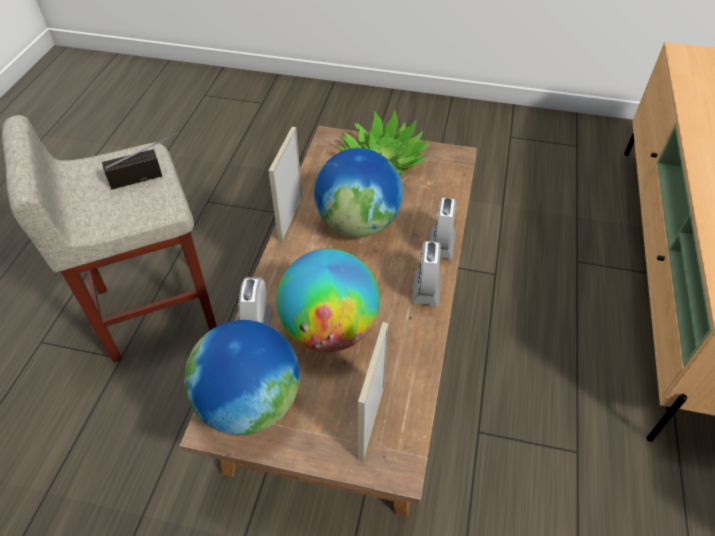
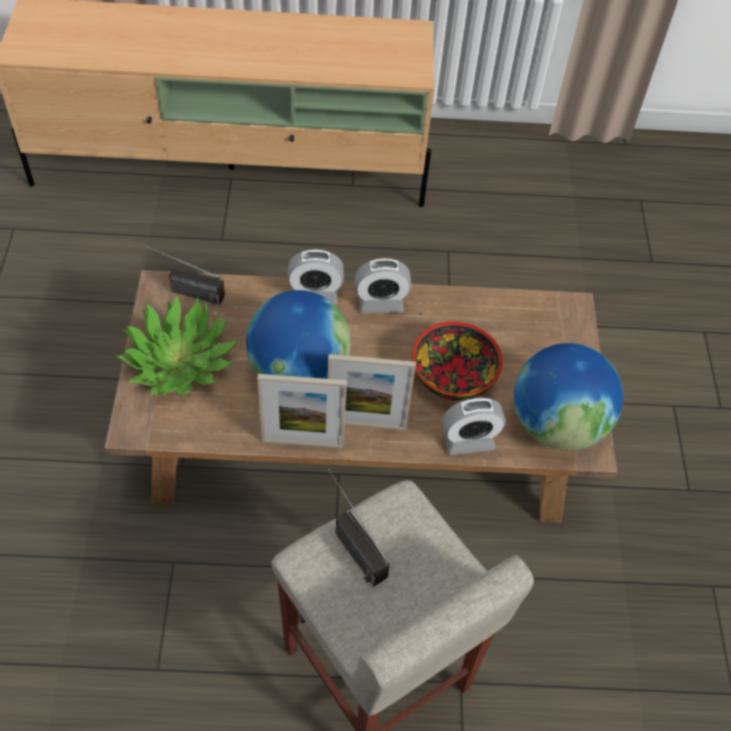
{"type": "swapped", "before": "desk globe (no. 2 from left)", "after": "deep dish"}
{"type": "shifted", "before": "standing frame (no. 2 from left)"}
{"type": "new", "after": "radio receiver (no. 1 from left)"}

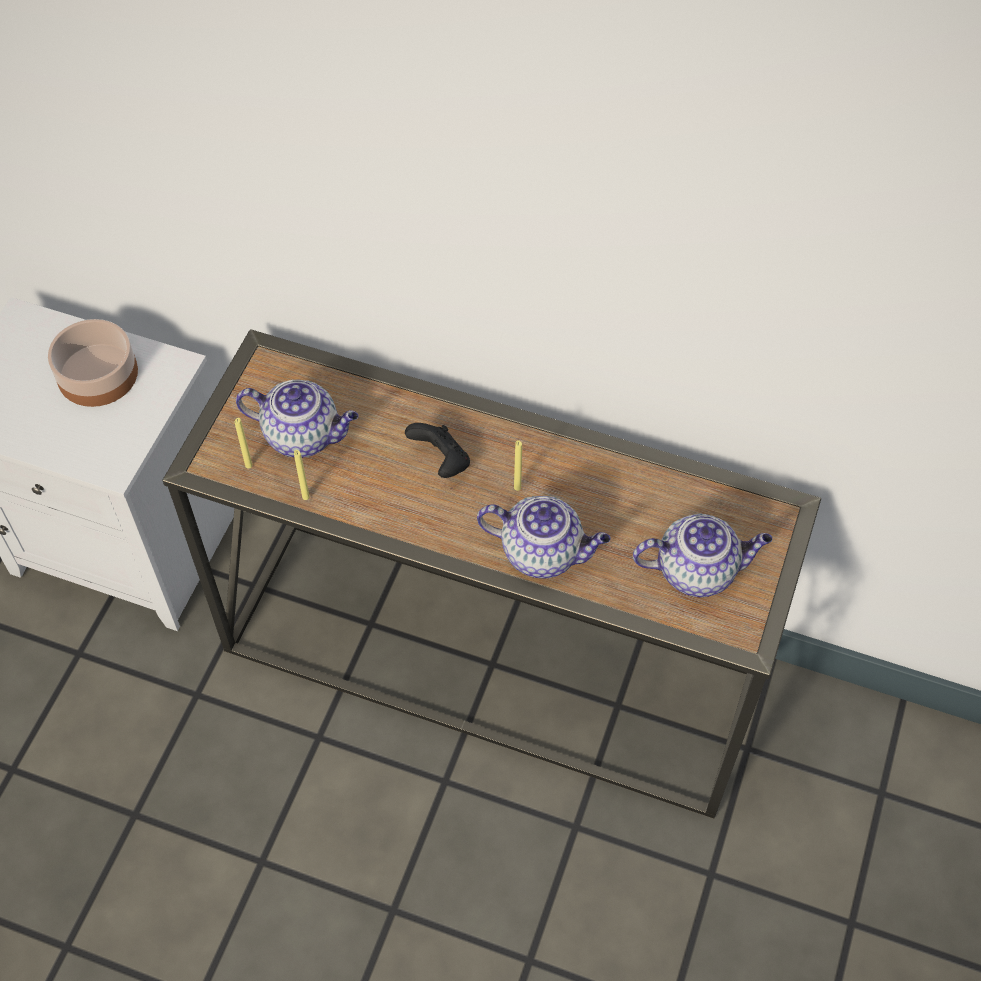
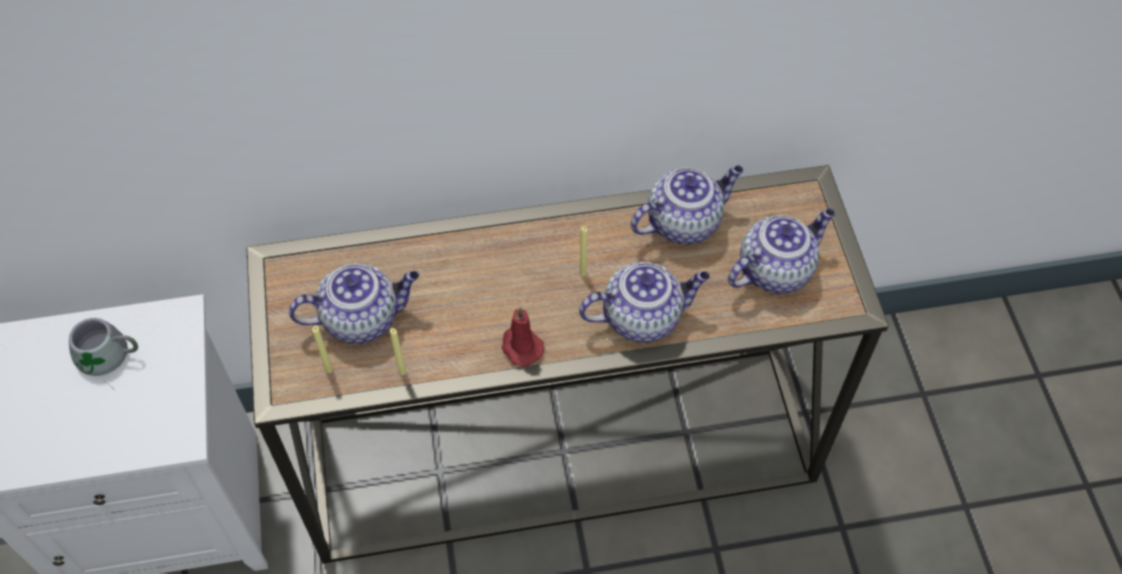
{"type": "swapped", "before": "deep dish", "after": "greyish coffee mug"}
{"type": "gone", "before": "black-coloured game controller"}
{"type": "new", "after": "teapot (no. 3 from left)"}
{"type": "new", "after": "reddish wax light"}

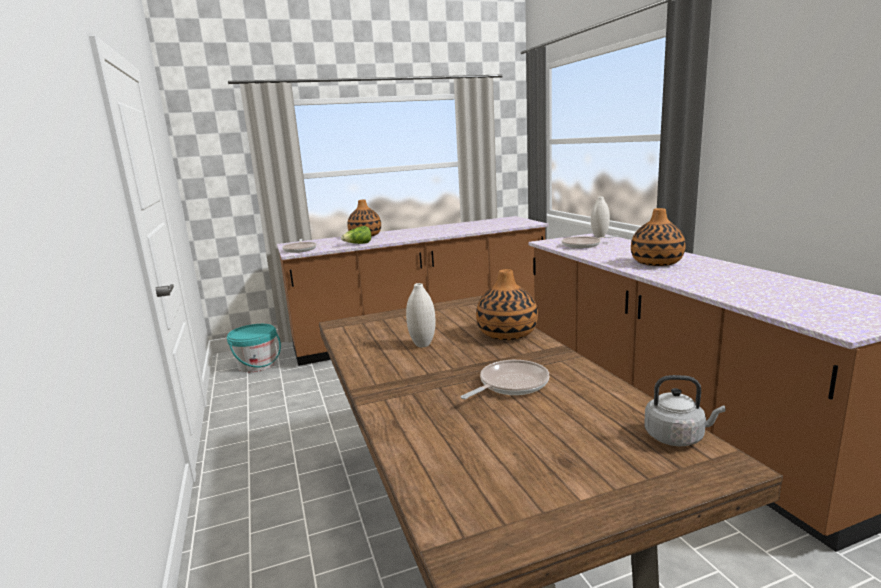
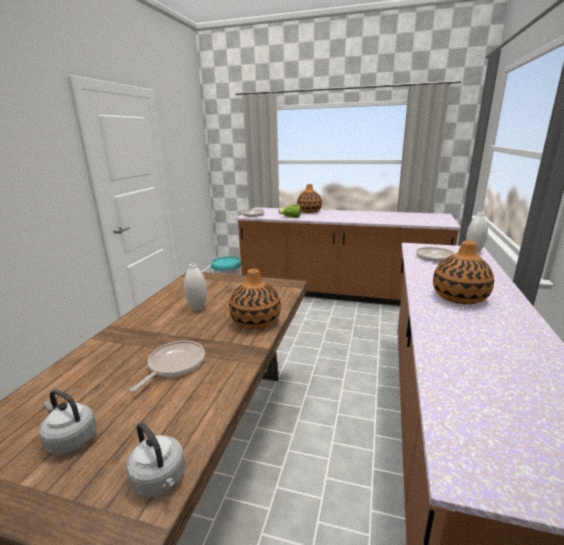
{"type": "rotated", "before": "pan (no. 2 from left in the first image)", "turn": -60}
{"type": "new", "after": "greyish tea kettle (no. 1 from left)"}

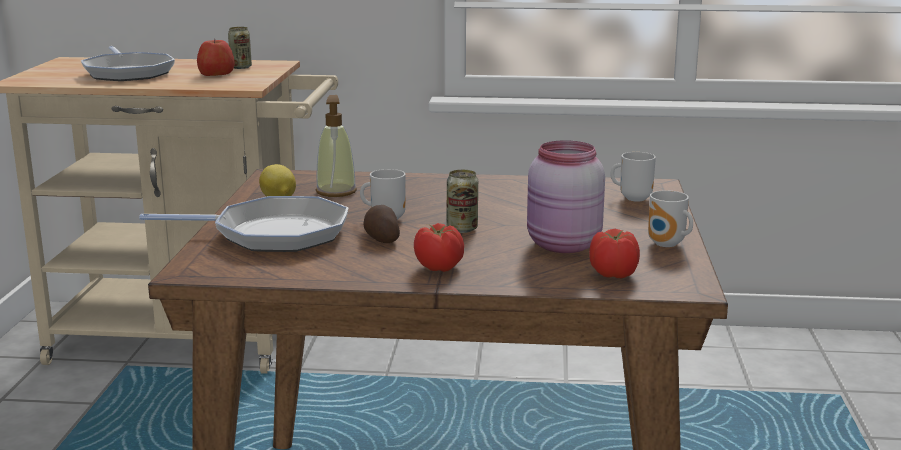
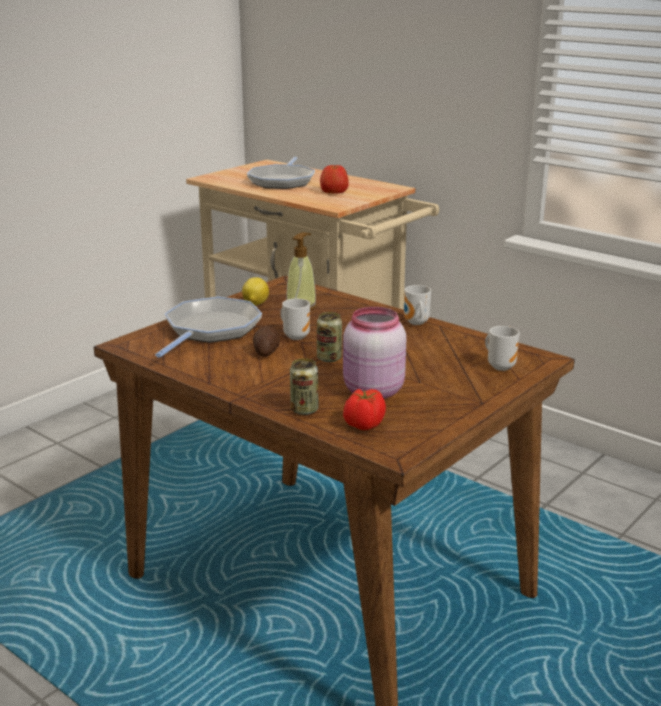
{"type": "shifted", "before": "sealed can (no. 1 from left)"}
{"type": "shifted", "before": "coffee mug (no. 3 from left in the first image)", "after": "coffee mug (no. 2 from left)"}
{"type": "rotated", "before": "pan (no. 2 from left in the first image)", "turn": -105}
{"type": "gone", "before": "fresh tomato (no. 1 from left)"}

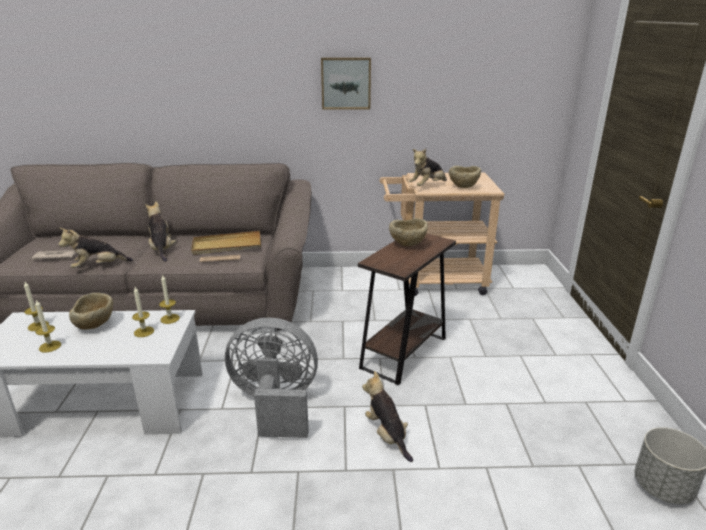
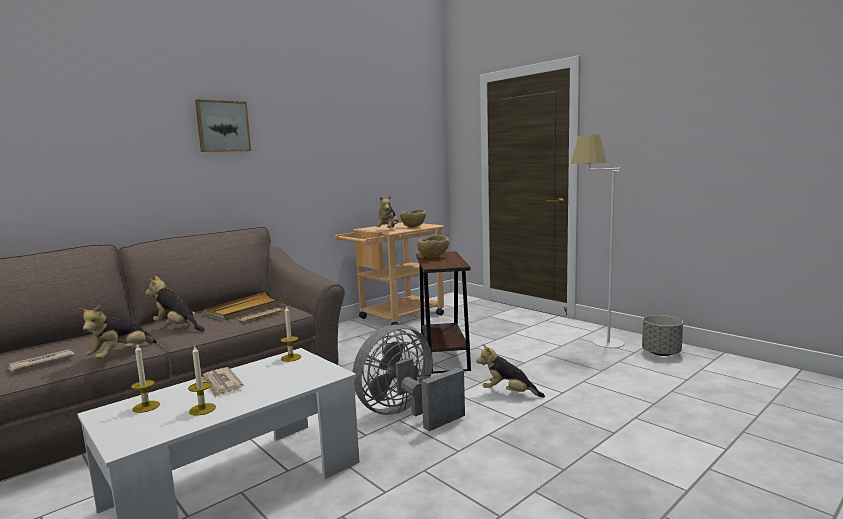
{"type": "shifted", "before": "wall picture"}
{"type": "gone", "before": "wax light (no. 3 from left)"}
{"type": "swapped", "before": "sand-coloured deep dish (no. 1 from left)", "after": "newspaper (no. 2 from left)"}
{"type": "new", "after": "white-coloured floor lamp"}

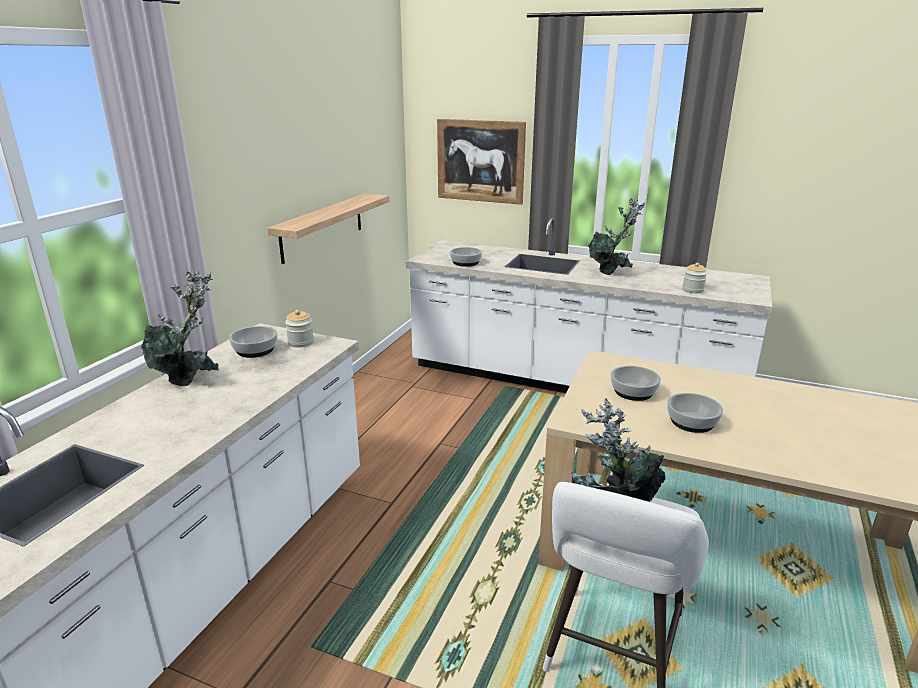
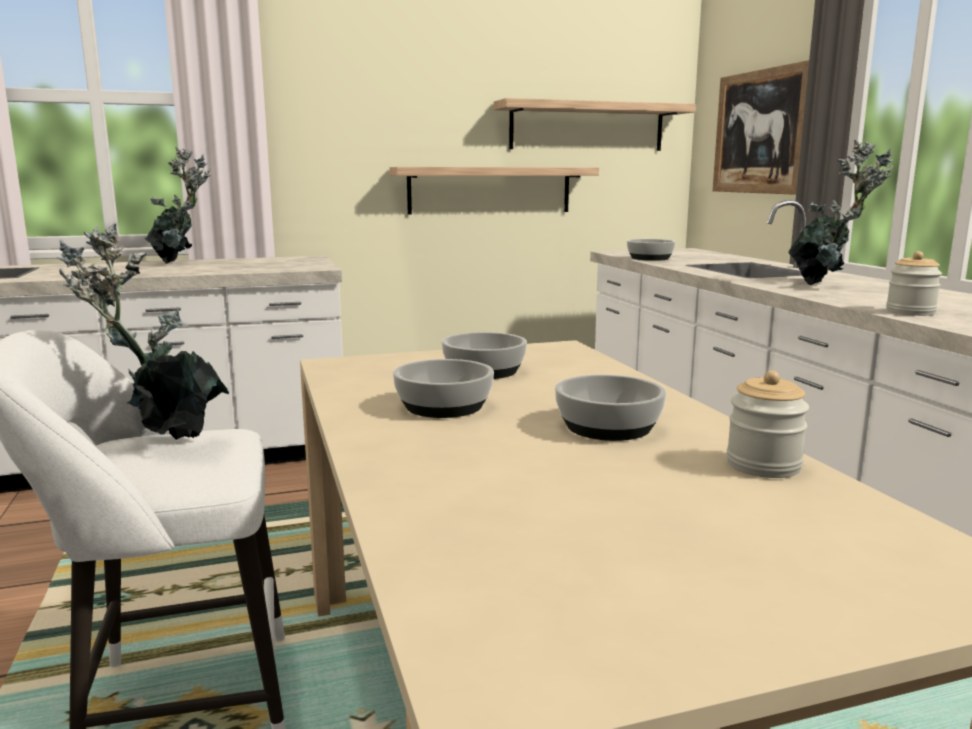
{"type": "shifted", "before": "storage jar (no. 1 from left)"}
{"type": "shifted", "before": "deep dish (no. 1 from left in the first image)", "after": "deep dish (no. 3 from left)"}
{"type": "new", "after": "wall shelf (no. 2 from left)"}

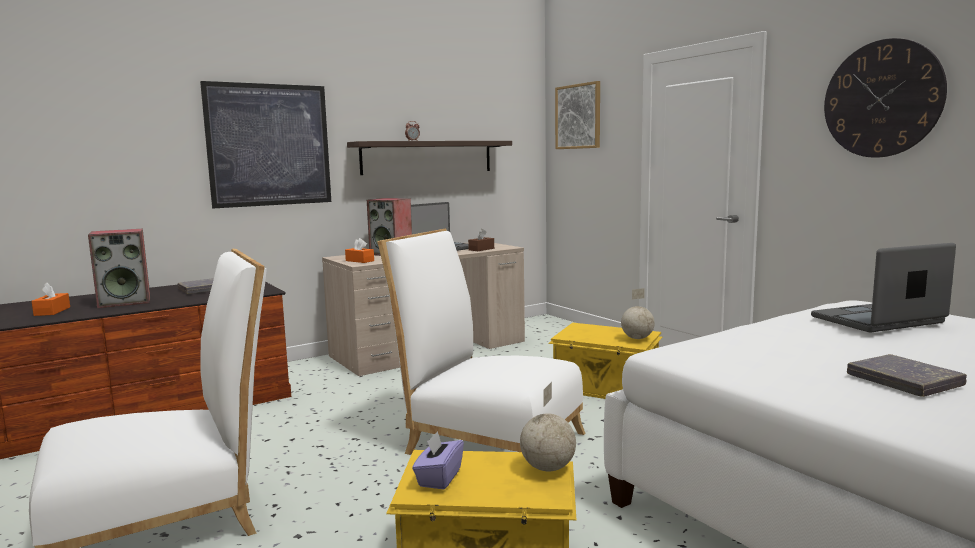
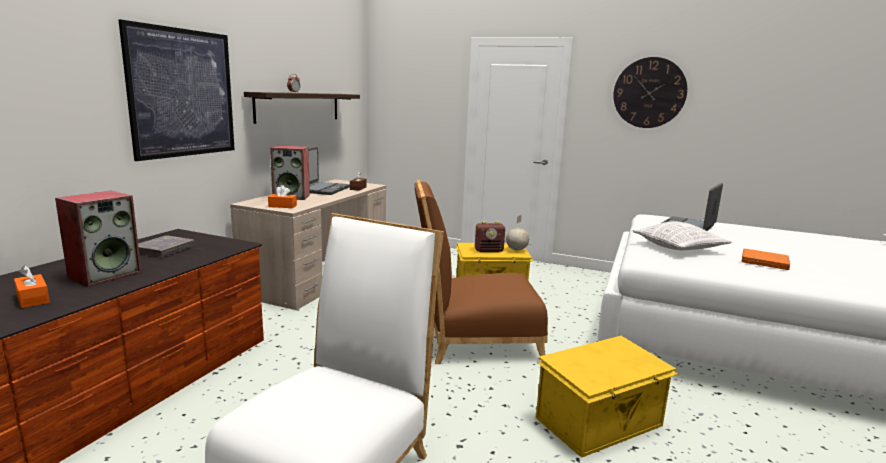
{"type": "gone", "before": "wall picture (no. 2 from left)"}
{"type": "repainted", "before": "white-coloured upright chair (no. 2 from left)", "after": "brown upright chair"}
{"type": "repainted", "before": "greyish book (no. 2 from left)", "after": "orange book"}
{"type": "gone", "before": "desk globe (no. 1 from left)"}
{"type": "gone", "before": "purple-coloured tissue box"}
{"type": "new", "after": "radio receiver"}
{"type": "new", "after": "throw pillow"}

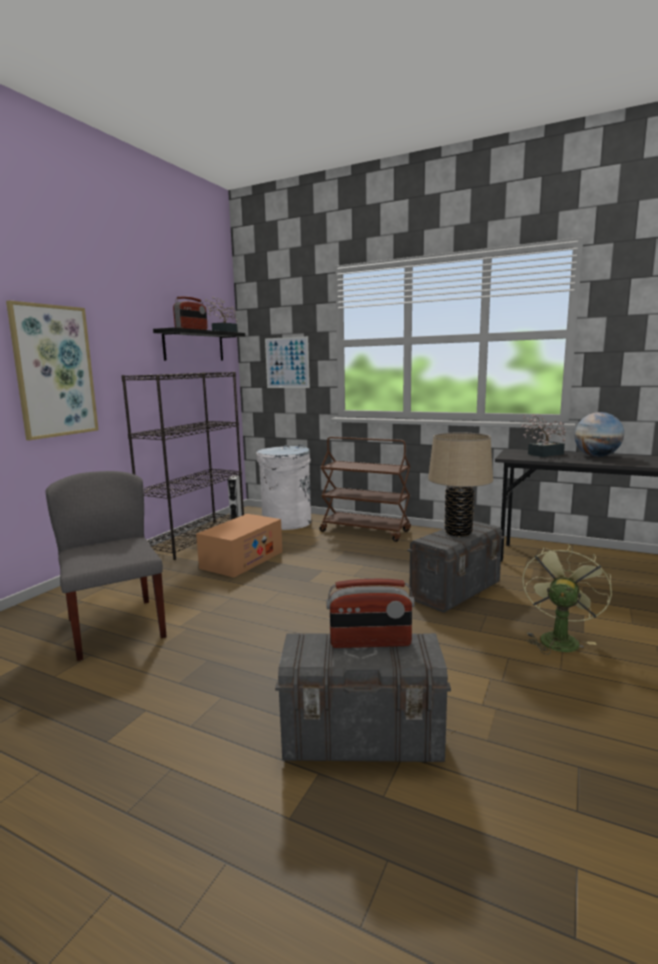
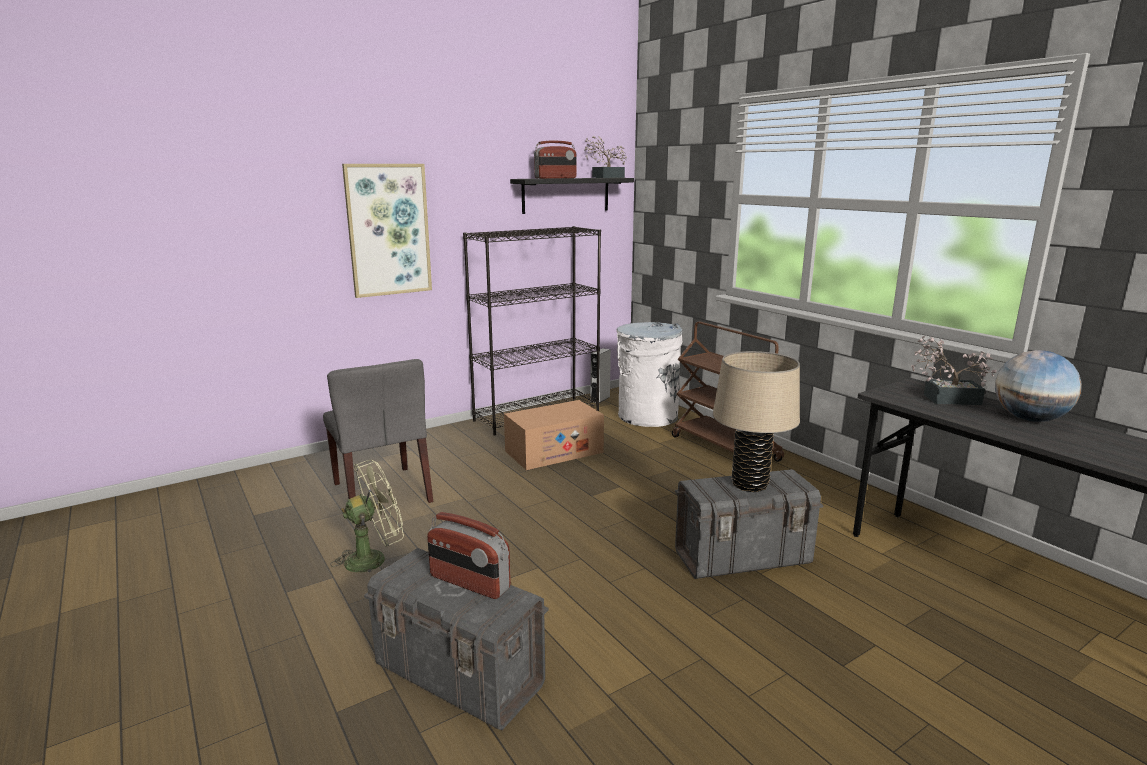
{"type": "gone", "before": "wall picture (no. 2 from left)"}
{"type": "rotated", "before": "greyish upright chair", "turn": 150}
{"type": "shifted", "before": "greenish fan"}

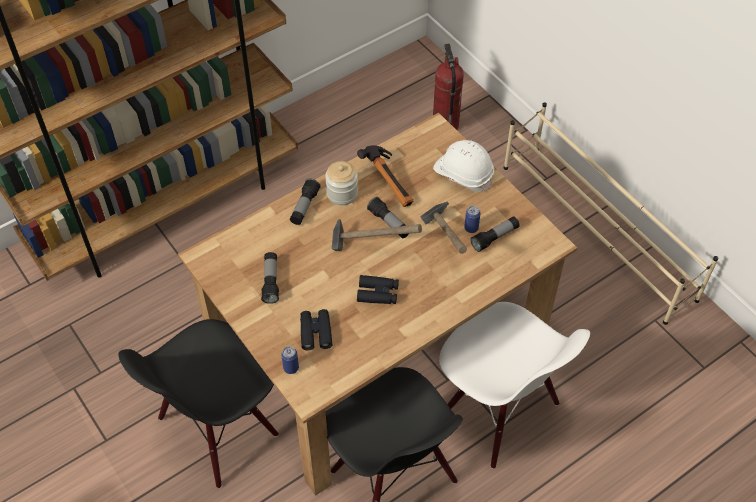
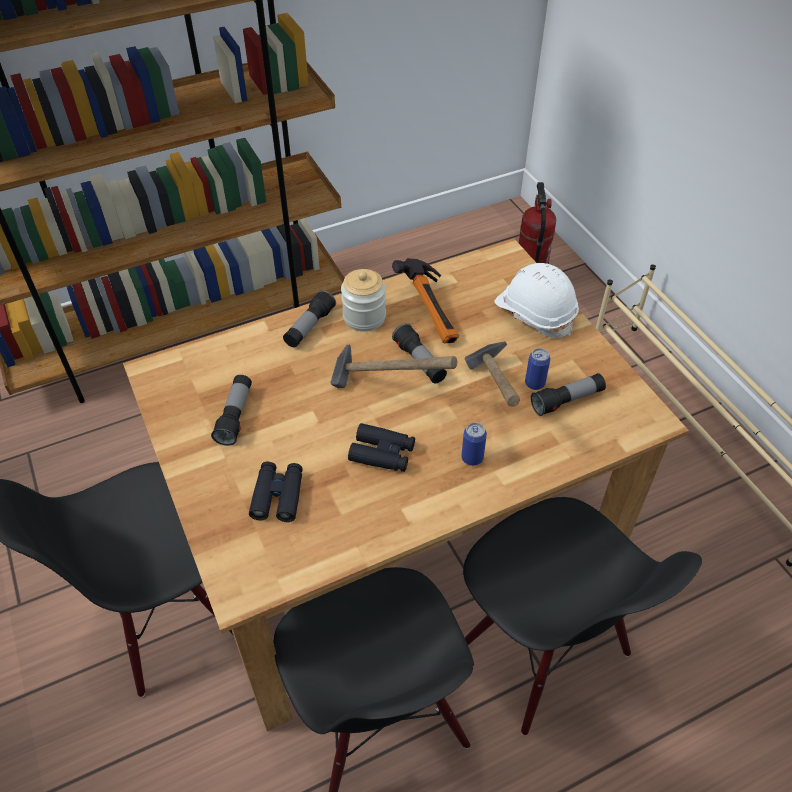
{"type": "repainted", "before": "white-coloured upright chair", "after": "black-coloured upright chair (no. 3 from left)"}
{"type": "shifted", "before": "sealed can (no. 1 from left)"}

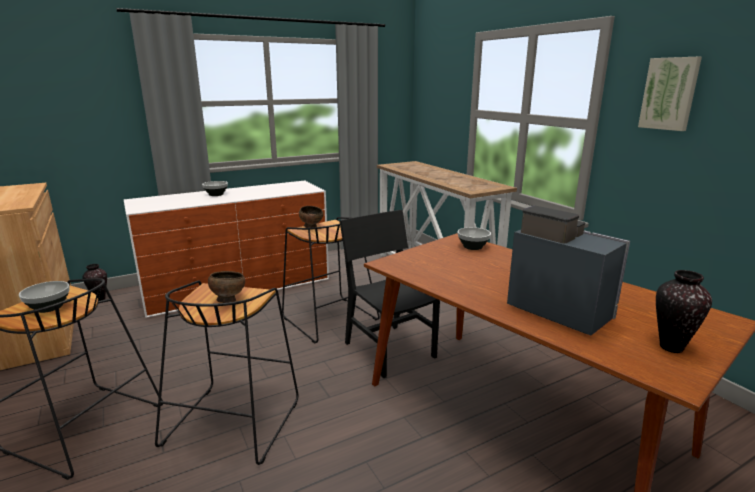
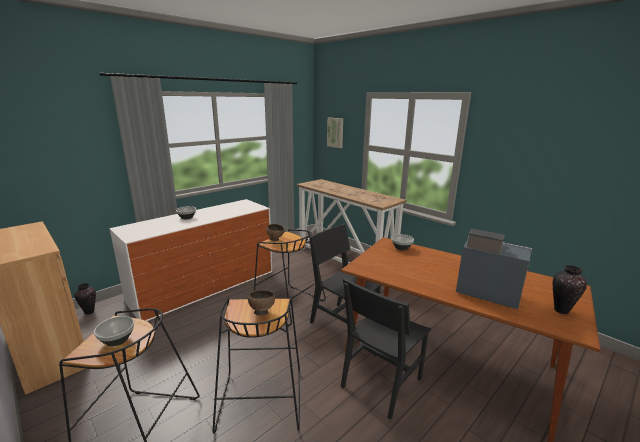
{"type": "shifted", "before": "wall picture"}
{"type": "new", "after": "black-coloured upright chair (no. 2 from left)"}

